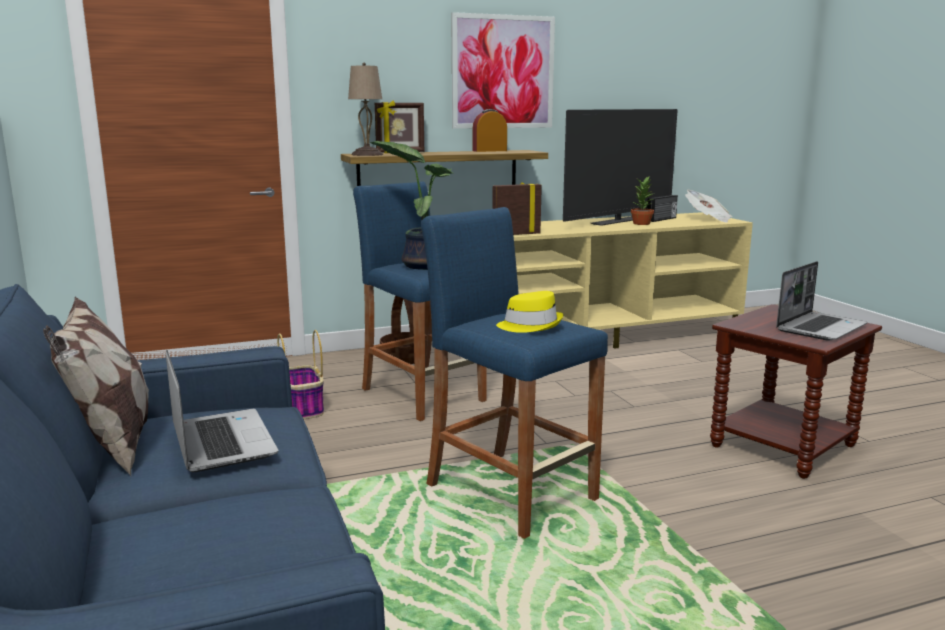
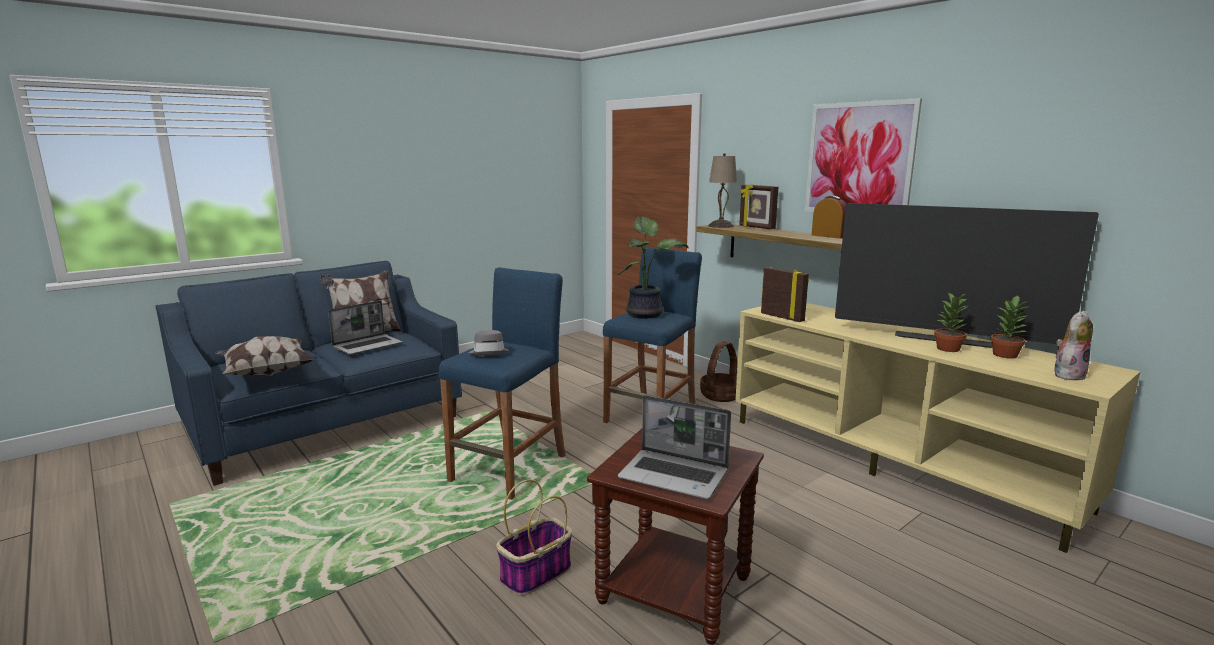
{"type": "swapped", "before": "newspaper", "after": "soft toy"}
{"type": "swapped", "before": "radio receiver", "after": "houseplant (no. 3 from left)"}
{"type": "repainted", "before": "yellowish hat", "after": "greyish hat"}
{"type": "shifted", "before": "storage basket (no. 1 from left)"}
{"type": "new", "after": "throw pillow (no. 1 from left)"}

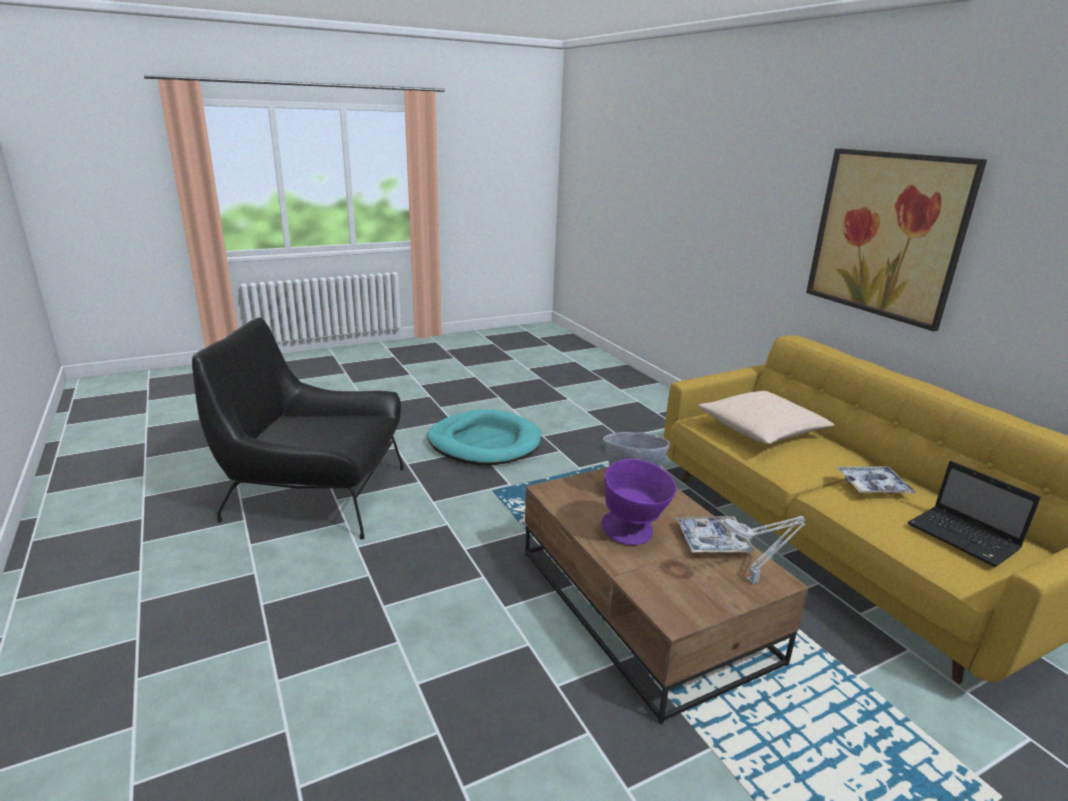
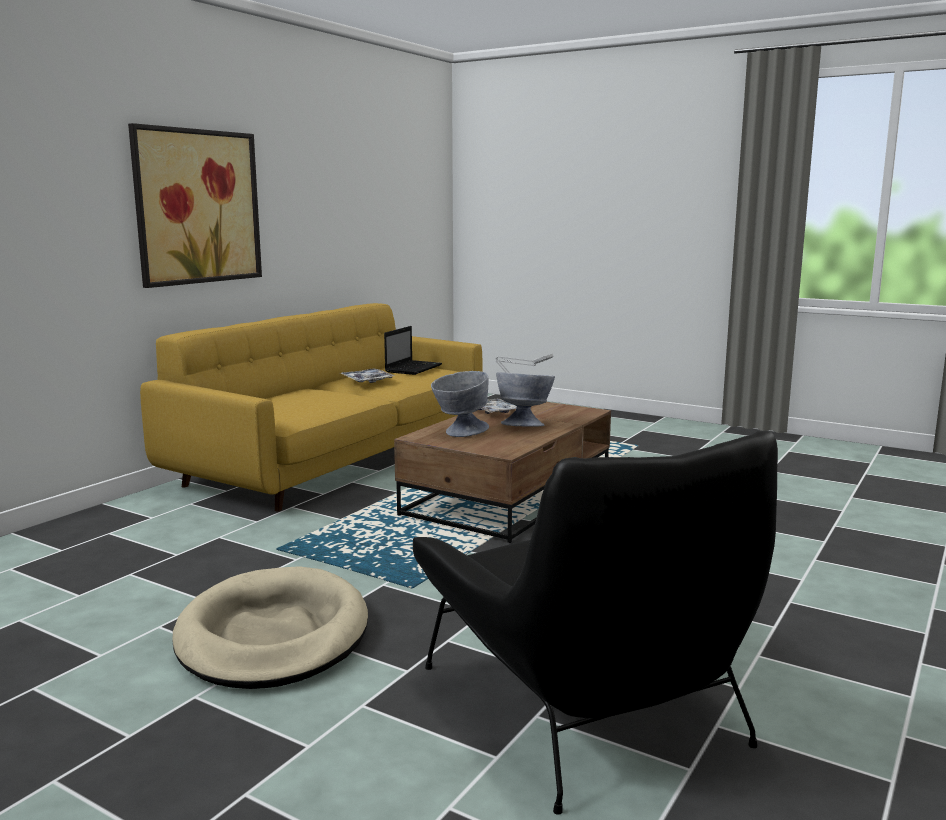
{"type": "gone", "before": "sand-coloured throw pillow"}
{"type": "repainted", "before": "turquoise pet bed", "after": "sand-coloured pet bed"}
{"type": "repainted", "before": "purple-coloured deep dish", "after": "greyish deep dish (no. 2 from left)"}

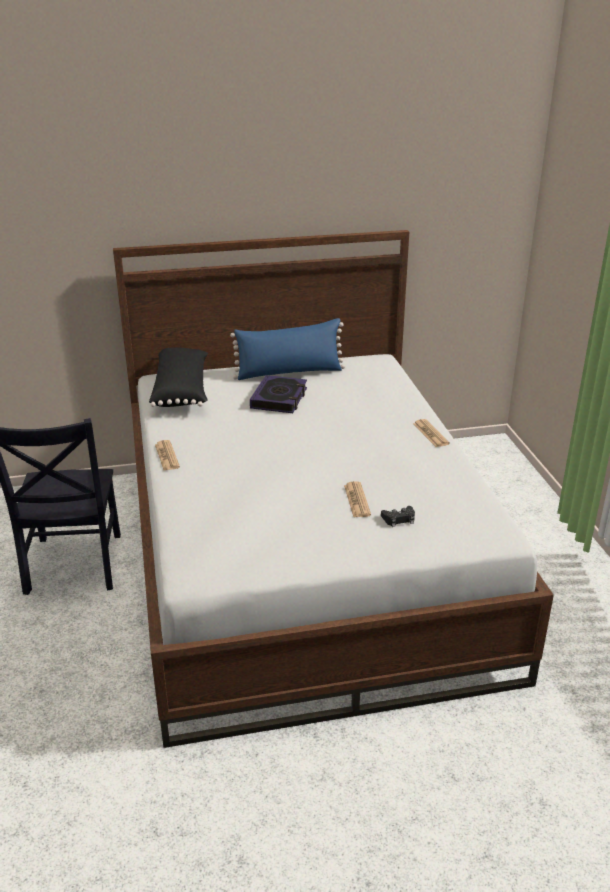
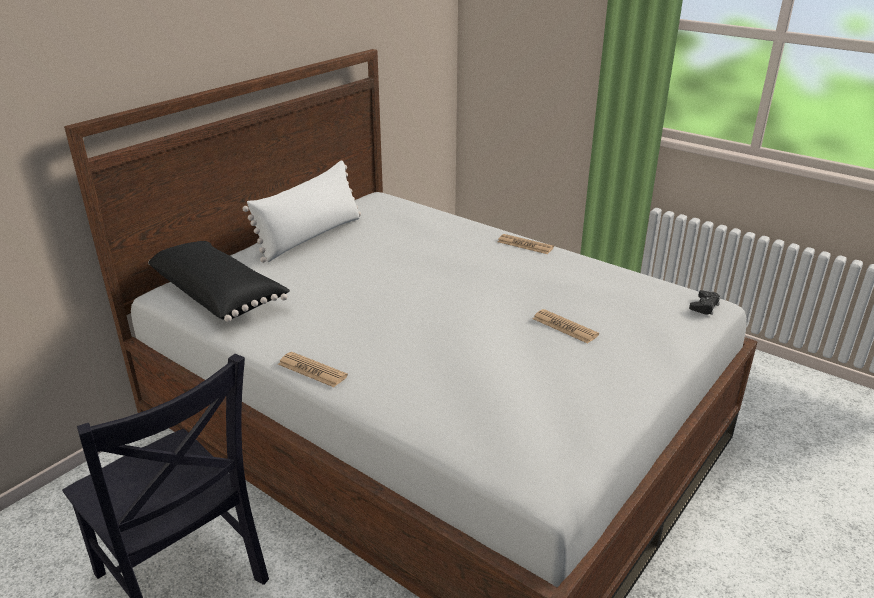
{"type": "repainted", "before": "bluish throw pillow", "after": "white-coloured throw pillow"}
{"type": "gone", "before": "book"}
{"type": "shifted", "before": "black-coloured game controller"}

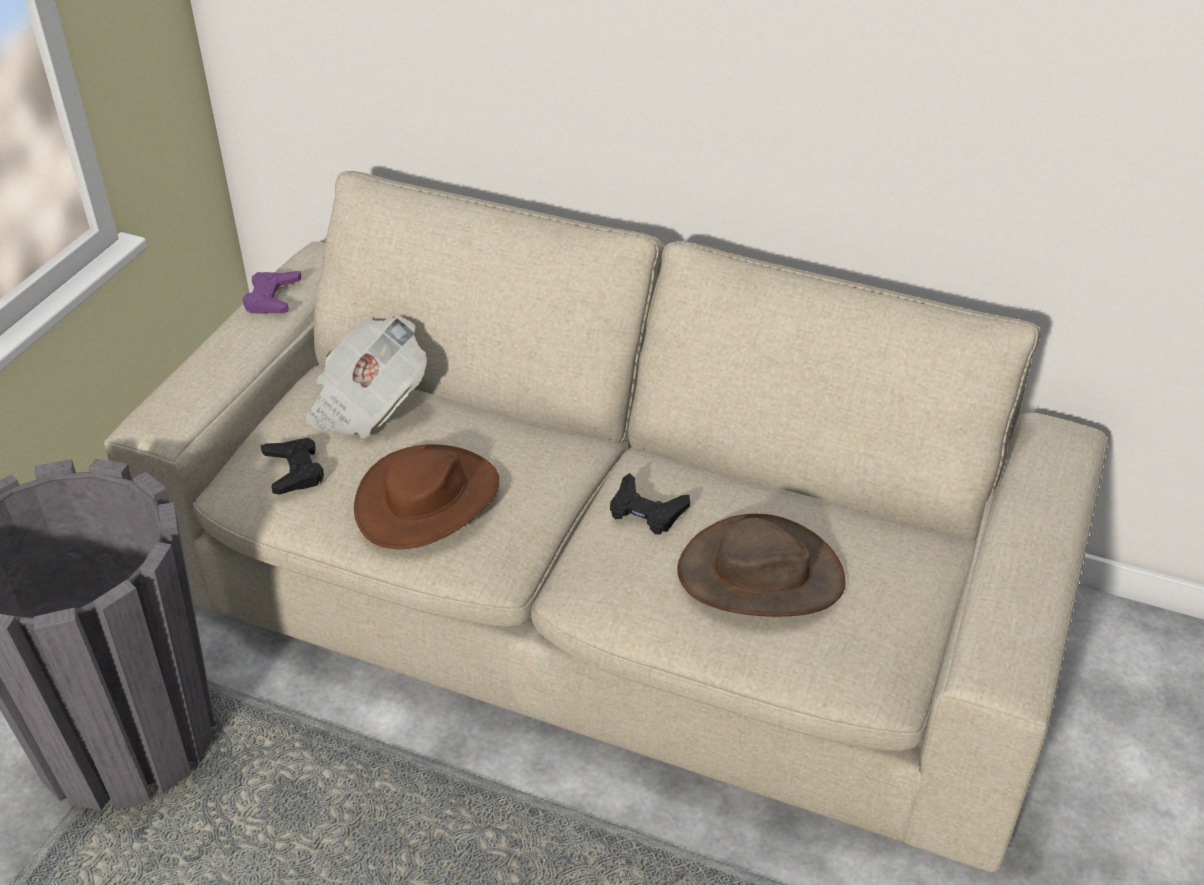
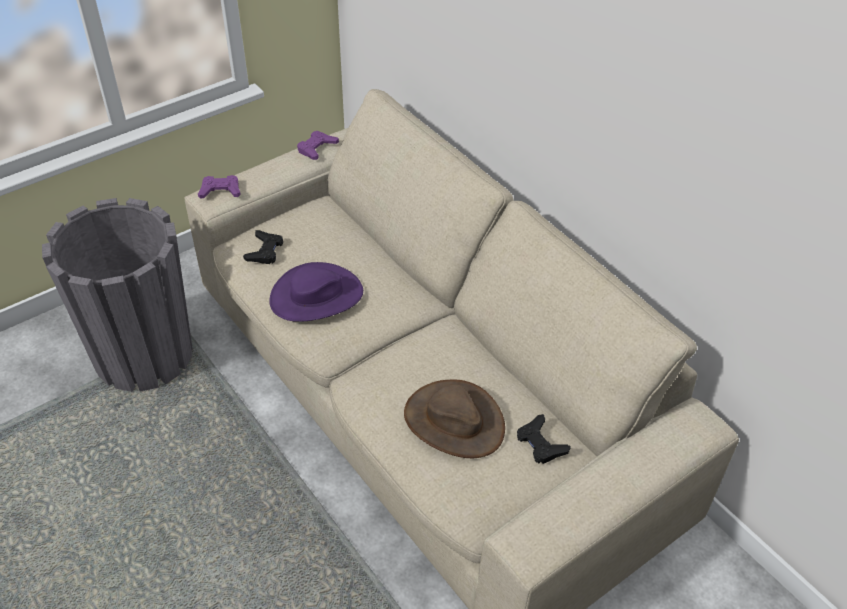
{"type": "gone", "before": "newspaper"}
{"type": "repainted", "before": "brown hat (no. 1 from left)", "after": "purple-coloured hat"}
{"type": "shifted", "before": "black-coloured game controller (no. 2 from left)"}
{"type": "new", "after": "purple-coloured game controller (no. 1 from left)"}

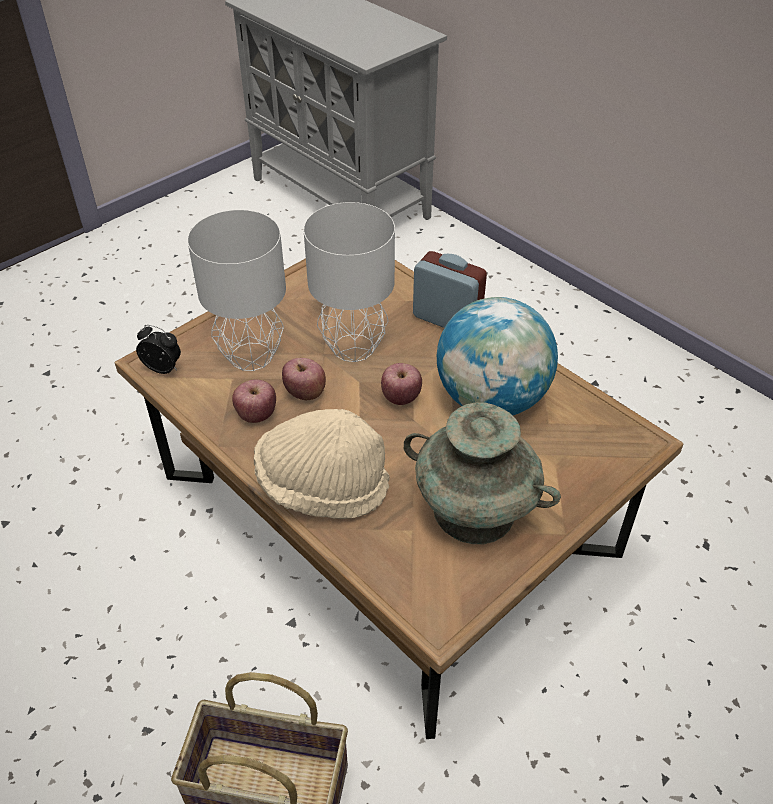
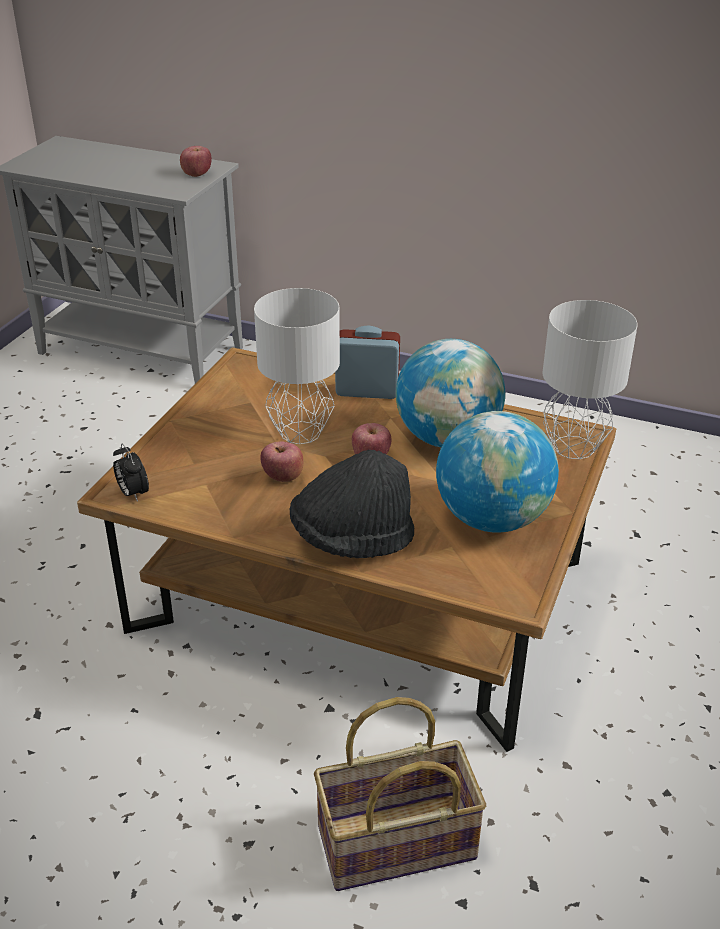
{"type": "shifted", "before": "greyish lamp for a table (no. 1 from left in the first image)", "after": "greyish lamp for a table (no. 2 from left)"}
{"type": "rotated", "before": "bedside clock (no. 1 from left)", "turn": -120}
{"type": "shifted", "before": "apple (no. 1 from left)"}
{"type": "swapped", "before": "turquoise decorative vase", "after": "desk globe (no. 2 from left)"}
{"type": "repainted", "before": "sand-coloured hat", "after": "black-coloured hat"}

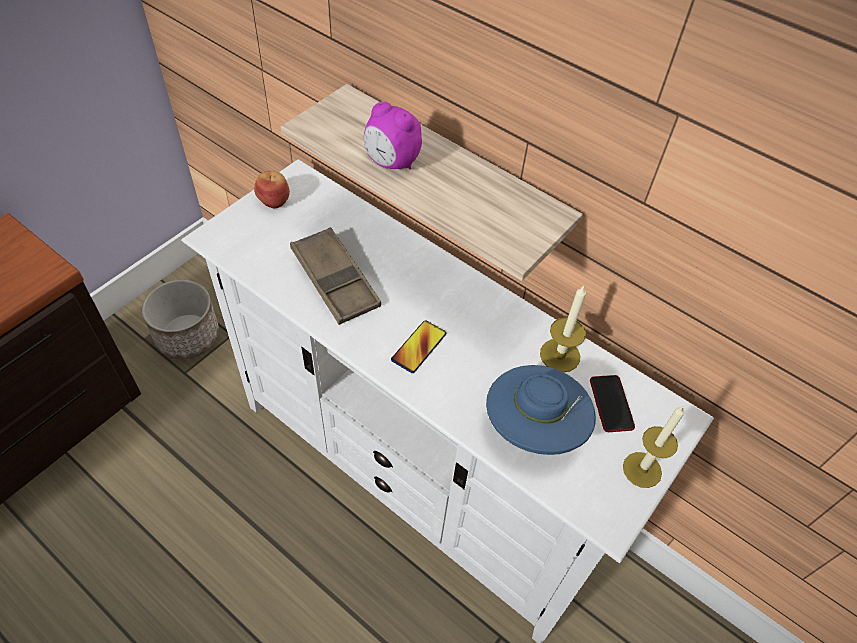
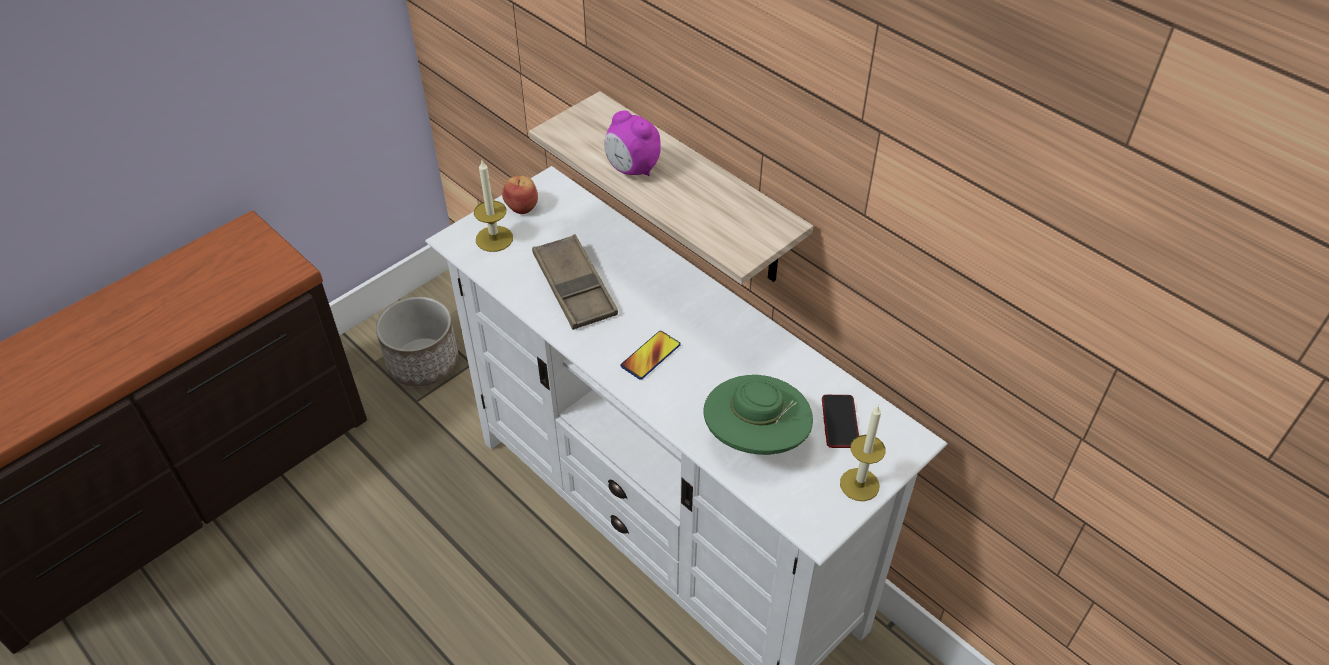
{"type": "shifted", "before": "wax light (no. 1 from left)"}
{"type": "repainted", "before": "bluish hat", "after": "greenish hat"}

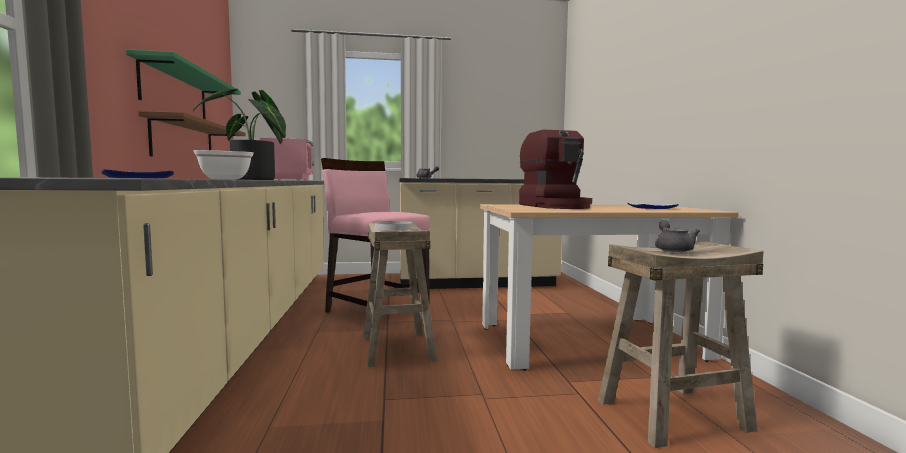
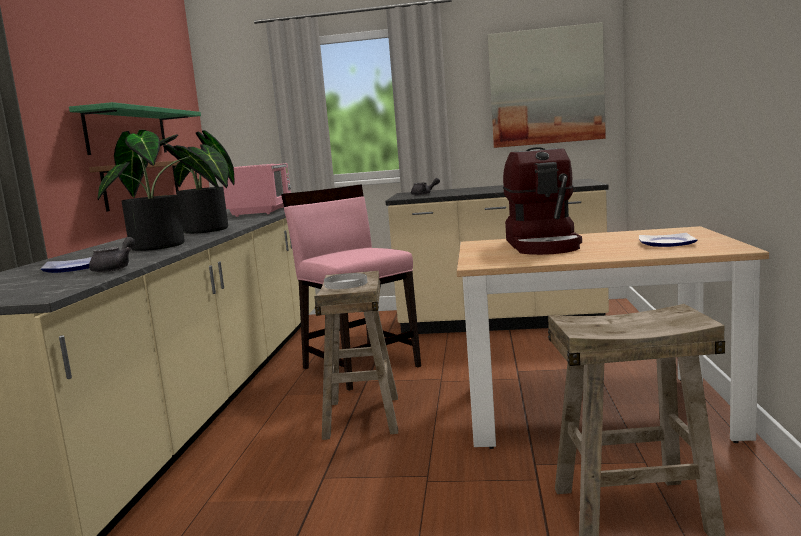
{"type": "swapped", "before": "pan", "after": "houseplant (no. 1 from left)"}
{"type": "shifted", "before": "greyish teapot (no. 2 from left in the first image)", "after": "greyish teapot (no. 1 from left)"}
{"type": "new", "after": "wall picture"}

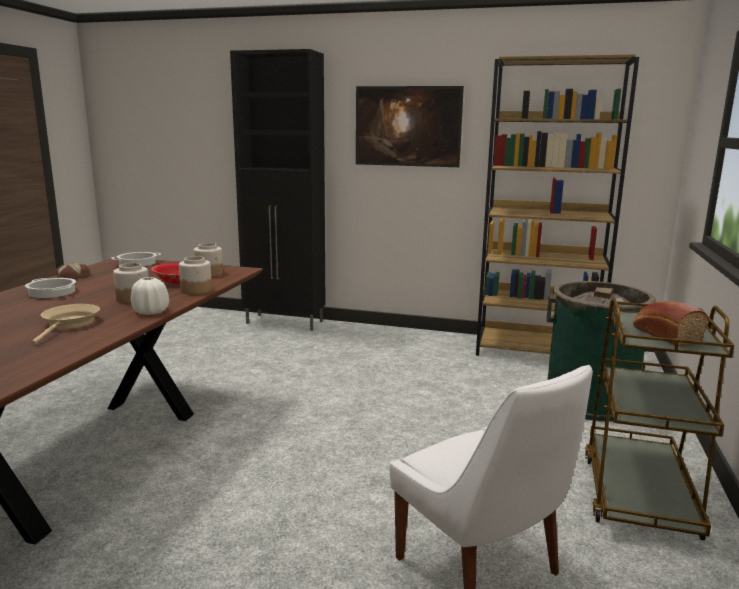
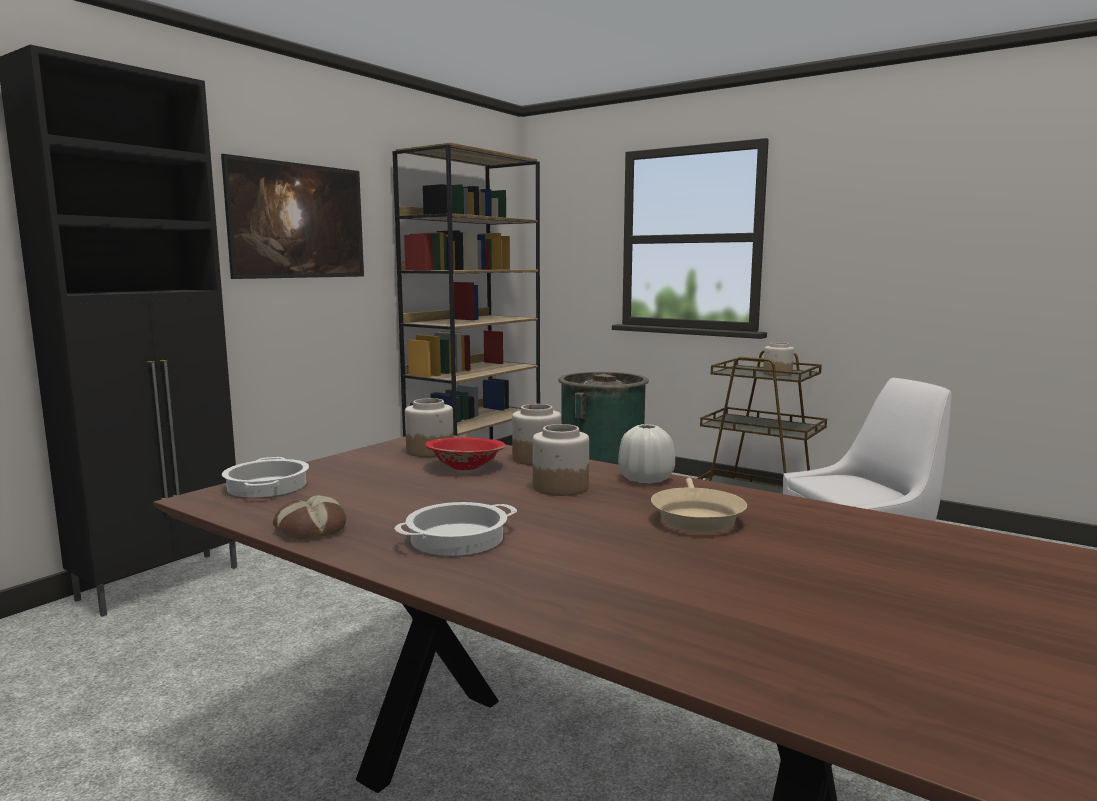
{"type": "swapped", "before": "bread (no. 2 from left)", "after": "storage jar (no. 4 from left)"}
{"type": "rotated", "before": "sand-coloured pan", "turn": -105}

